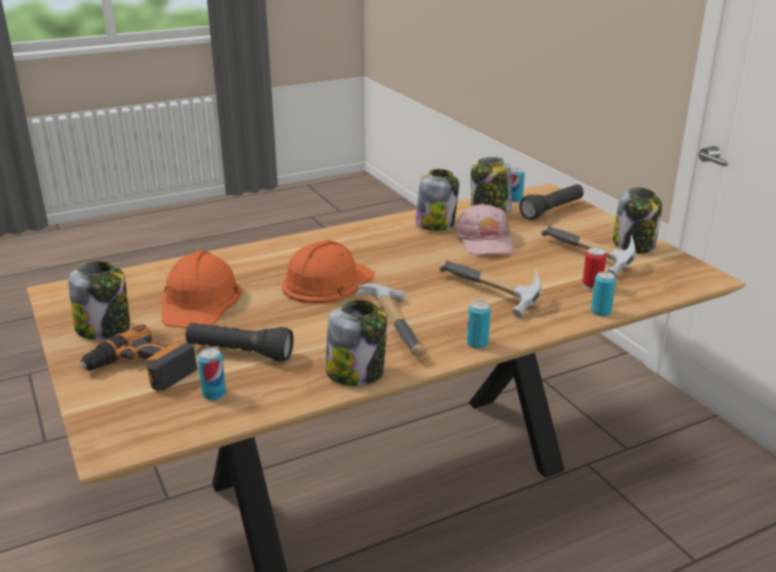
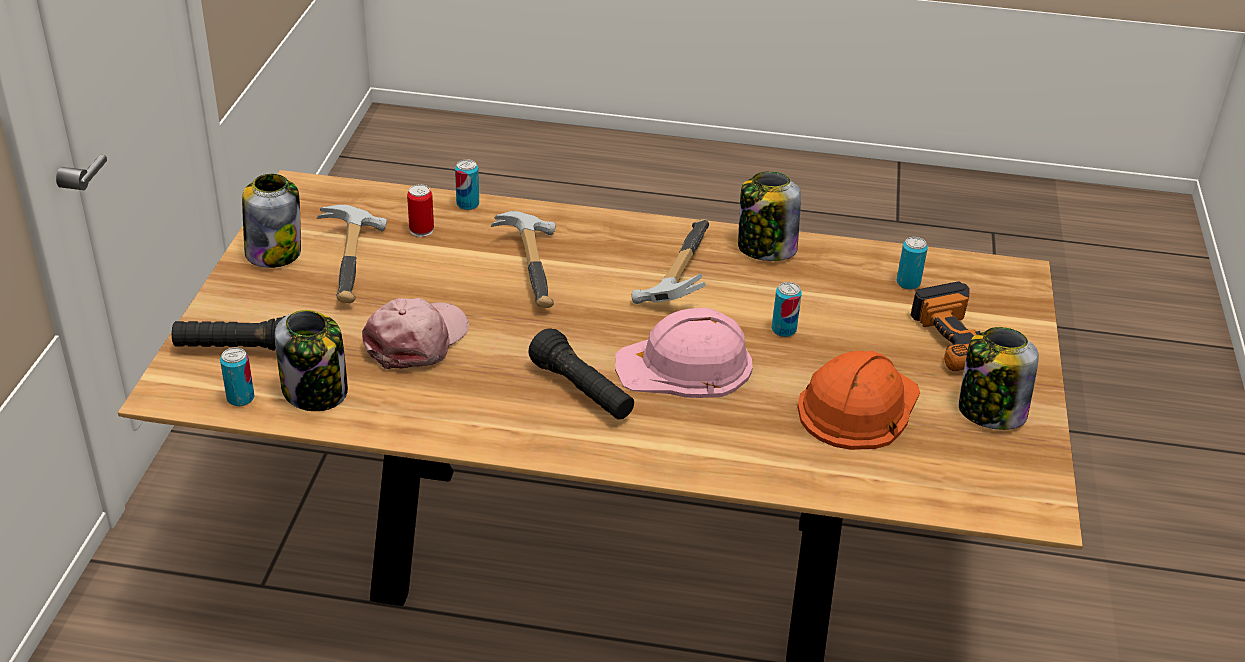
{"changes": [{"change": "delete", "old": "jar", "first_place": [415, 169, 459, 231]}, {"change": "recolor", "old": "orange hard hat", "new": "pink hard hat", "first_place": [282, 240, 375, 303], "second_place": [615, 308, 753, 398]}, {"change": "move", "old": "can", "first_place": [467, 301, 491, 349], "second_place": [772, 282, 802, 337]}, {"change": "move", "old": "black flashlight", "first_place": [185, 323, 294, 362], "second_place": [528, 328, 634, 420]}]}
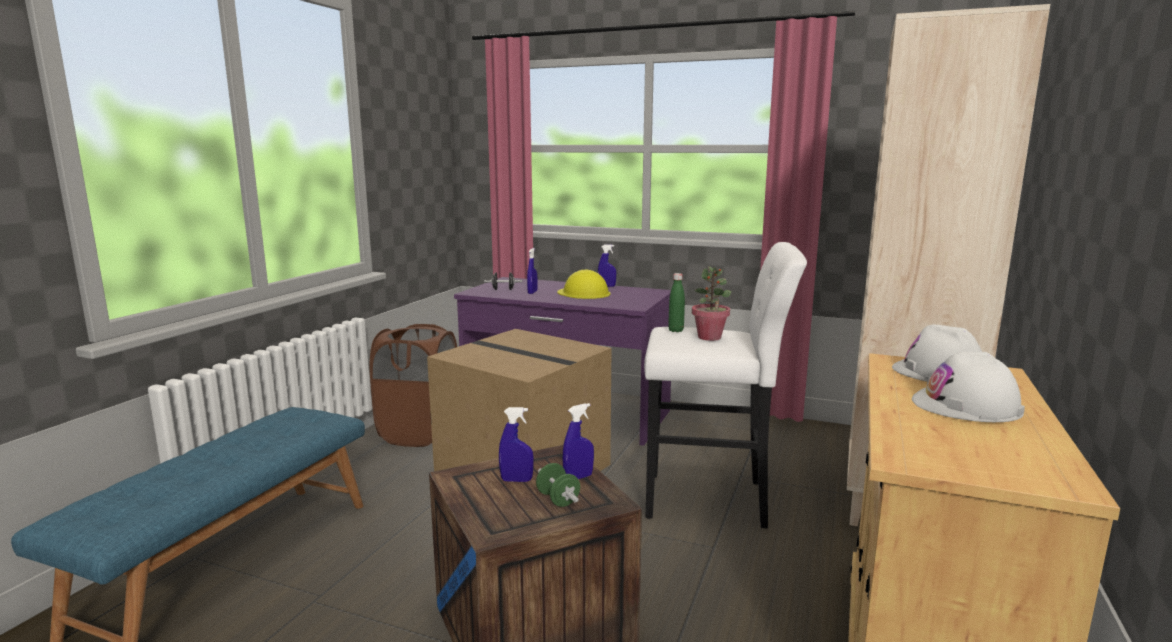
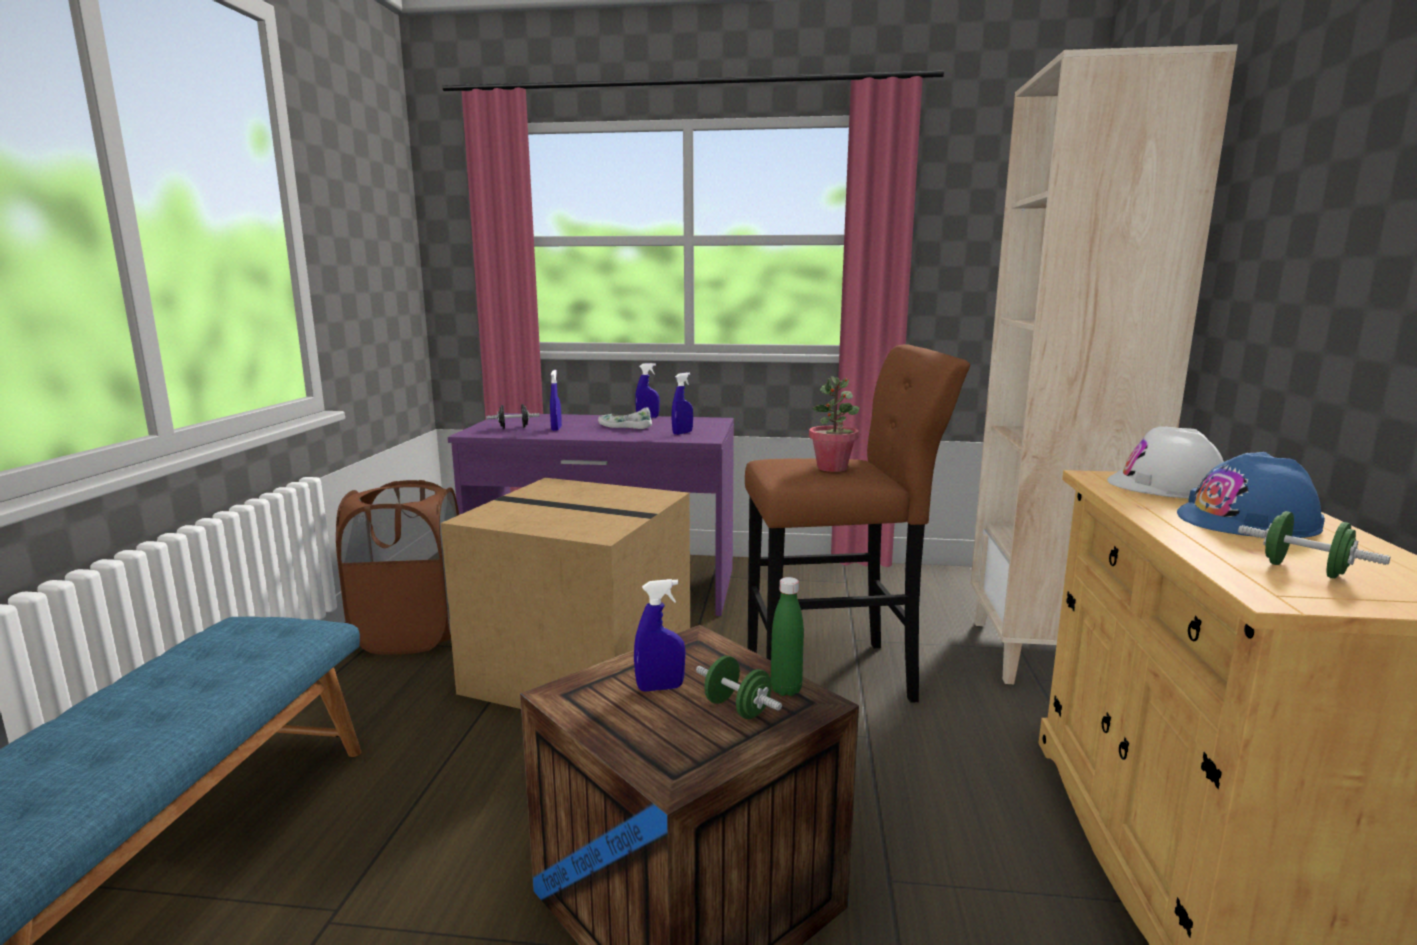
{"changes": [{"change": "recolor", "old": "white stool", "new": "brown stool", "first_place": [644, 242, 807, 529], "second_place": [745, 345, 970, 703]}, {"change": "replace", "old": "yellow hard hat", "new": "white shoe", "first_place": [557, 270, 610, 299], "second_place": [598, 407, 652, 429]}, {"change": "move", "old": "green bottle", "first_place": [668, 273, 685, 332], "second_place": [771, 577, 804, 696]}, {"change": "recolor", "old": "white hard hat", "new": "blue hard hat", "first_place": [912, 352, 1025, 422], "second_place": [1177, 452, 1325, 538]}, {"change": "move", "old": "blue spray bottle", "first_place": [563, 403, 594, 479], "second_place": [671, 372, 693, 435]}, {"change": "insert", "new": "green dumbbell", "second_place": [1238, 511, 1390, 578]}]}
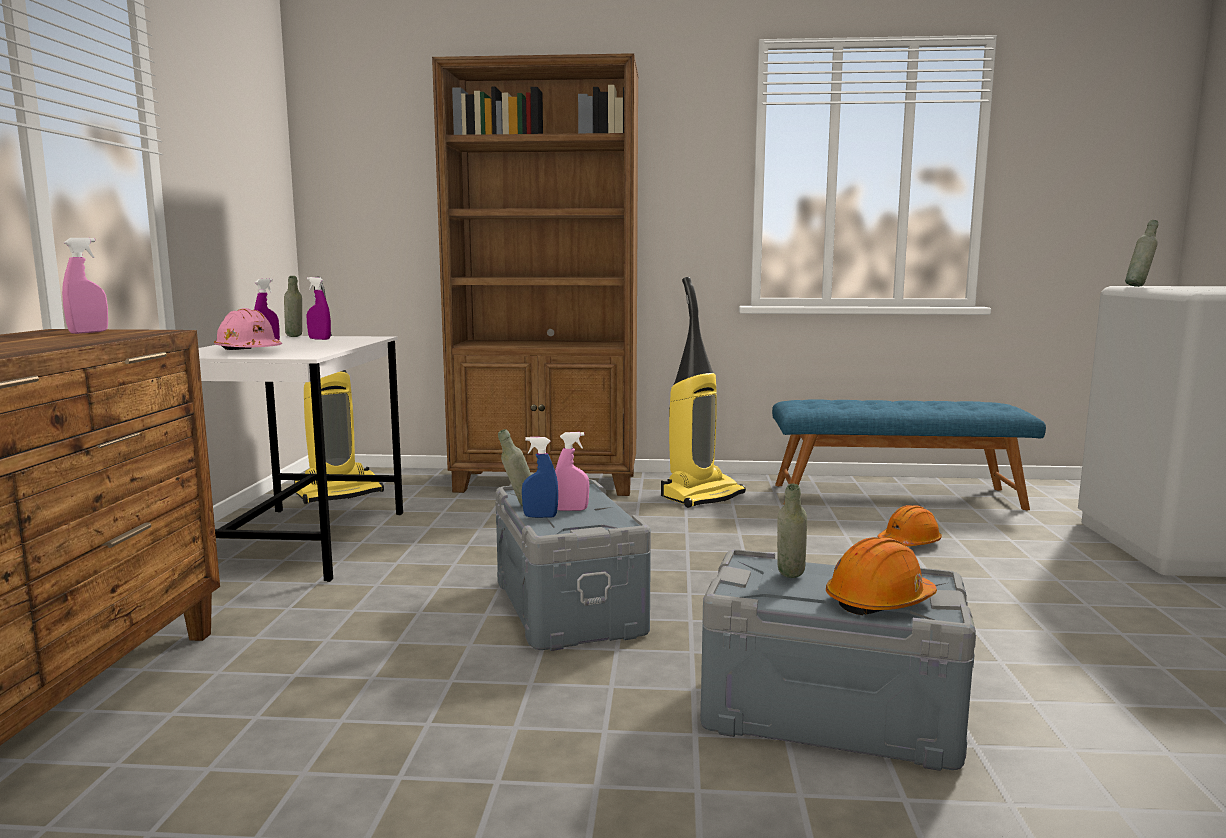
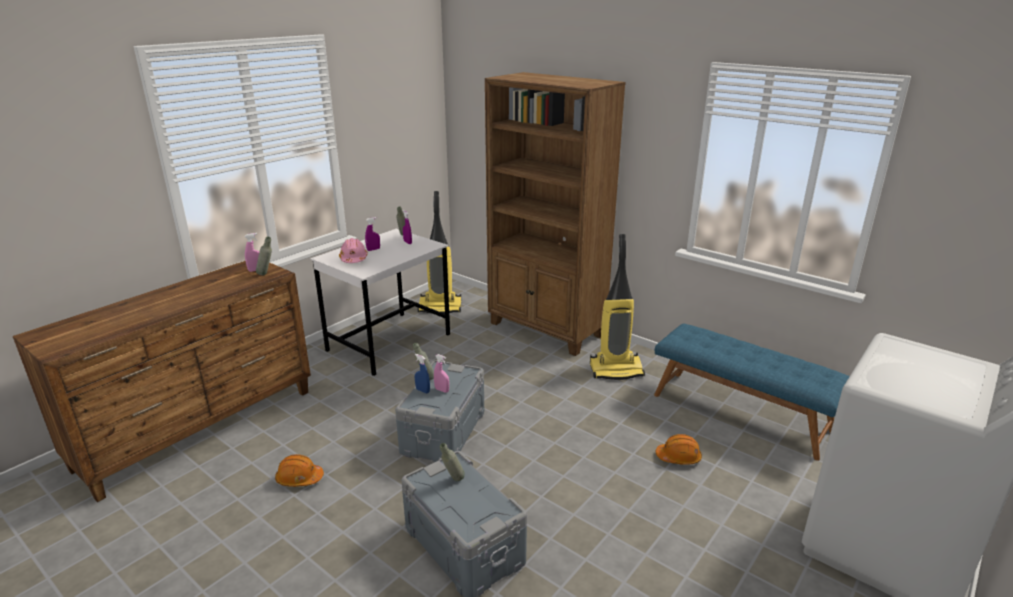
{"changes": [{"change": "move", "old": "grey bottle", "first_place": [1125, 220, 1158, 287], "second_place": [256, 237, 272, 275]}, {"change": "move", "old": "orange hard hat", "first_place": [826, 537, 937, 615], "second_place": [275, 454, 324, 487]}]}
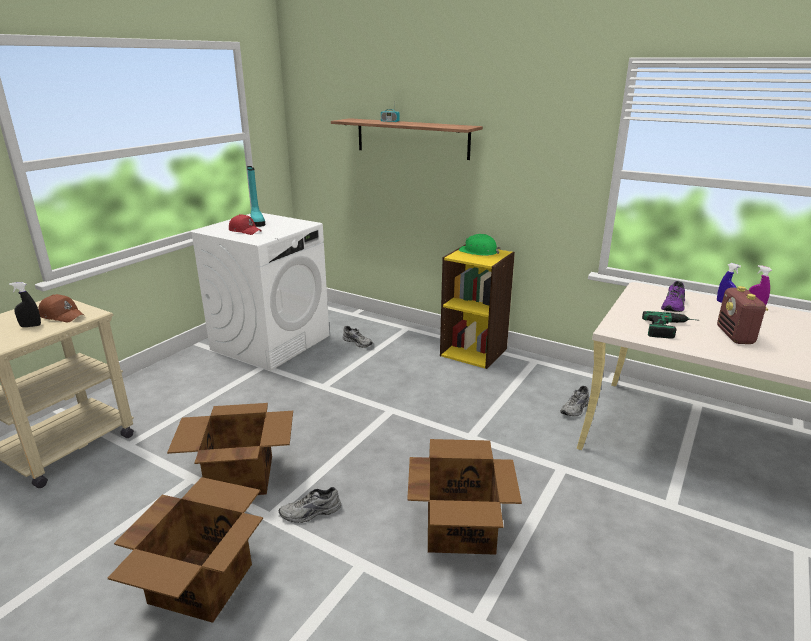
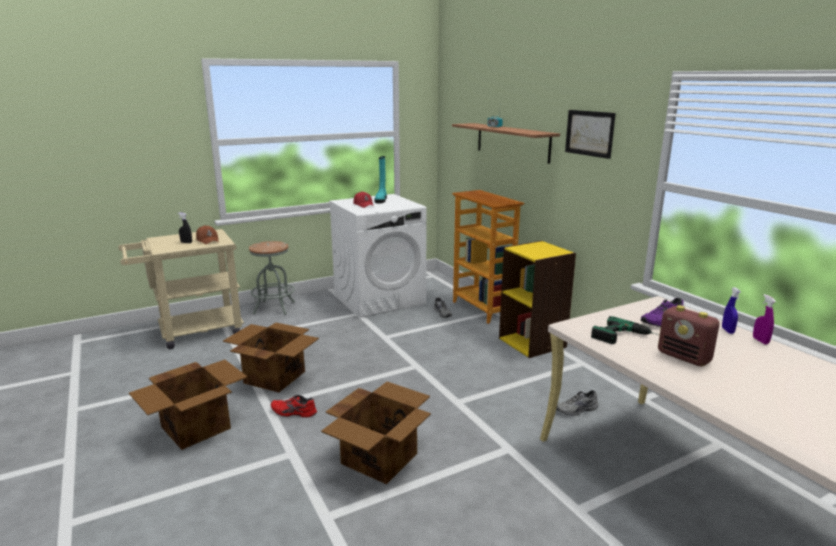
{"changes": [{"change": "delete", "old": "green hard hat", "first_place": [459, 234, 501, 256]}, {"change": "rotate", "old": "radio", "first_place": [717, 286, 768, 344], "second_place": [658, 305, 720, 366], "degrees": -75}, {"change": "recolor", "old": "grey shoe", "new": "red shoe", "first_place": [279, 487, 341, 523], "second_place": [271, 395, 317, 418]}, {"change": "insert", "new": "picture", "second_place": [565, 110, 616, 159]}, {"change": "insert", "new": "bookcase", "second_place": [452, 190, 524, 324]}, {"change": "insert", "new": "grey stool", "second_place": [249, 241, 295, 315]}]}
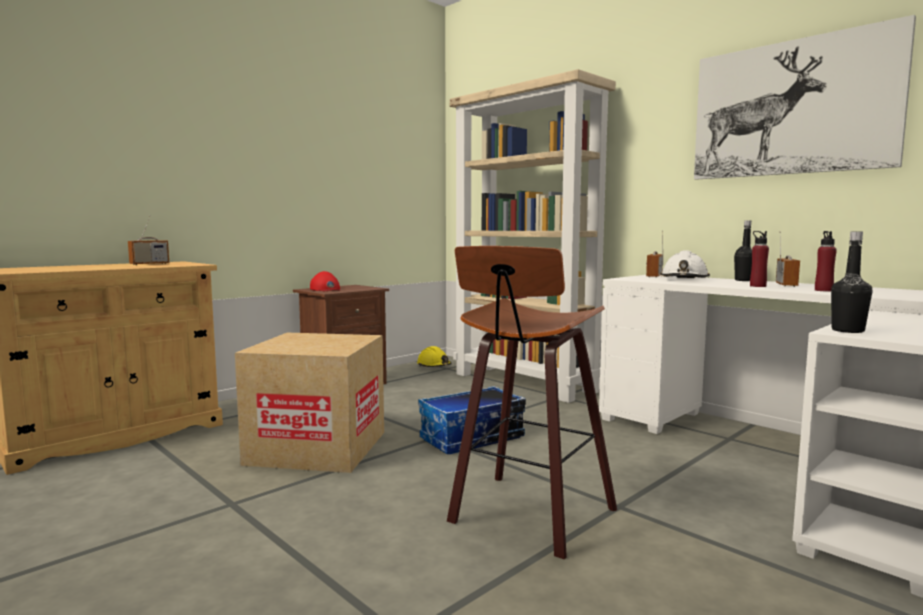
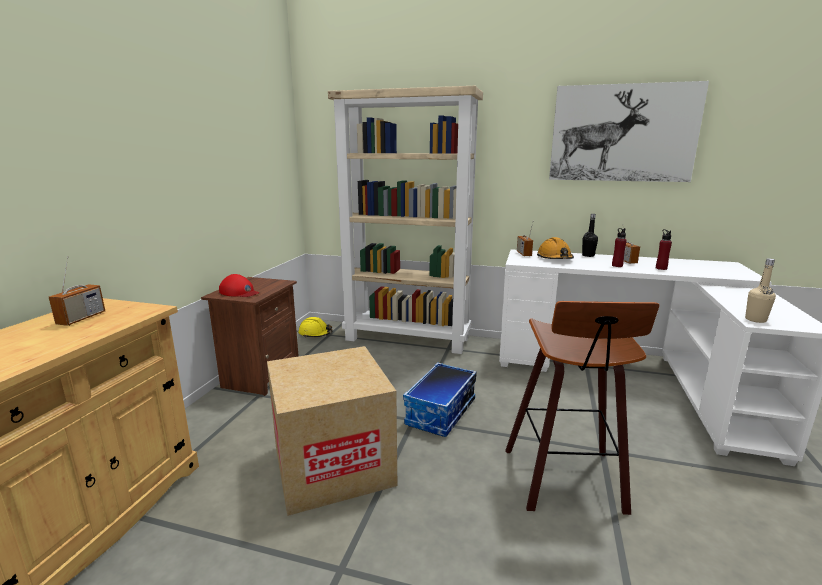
{"changes": [{"change": "recolor", "old": "black bottle", "new": "beige bottle", "first_place": [831, 232, 872, 333], "second_place": [745, 258, 776, 323]}, {"change": "recolor", "old": "white hard hat", "new": "orange hard hat", "first_place": [660, 250, 710, 278], "second_place": [537, 237, 574, 259]}]}
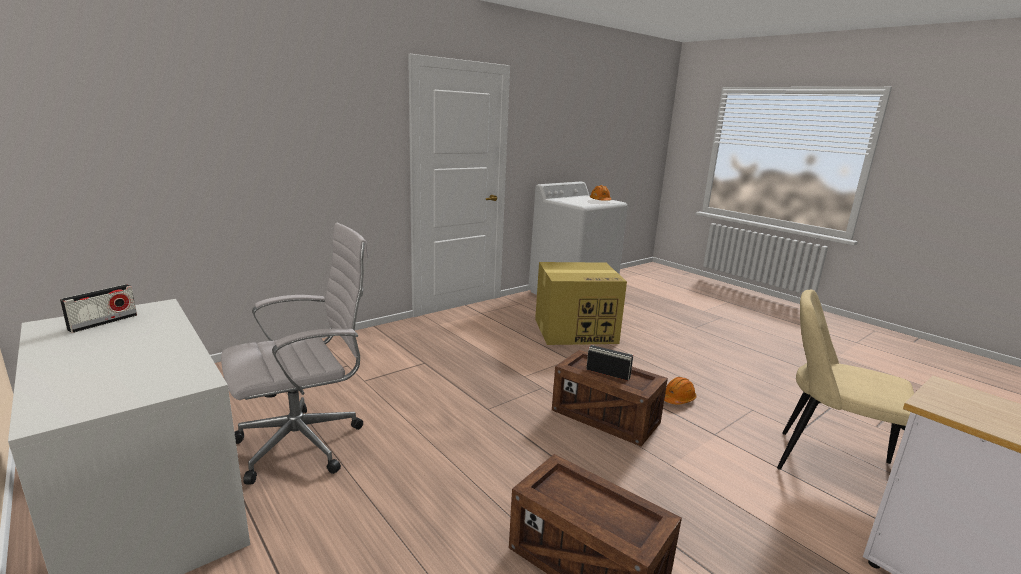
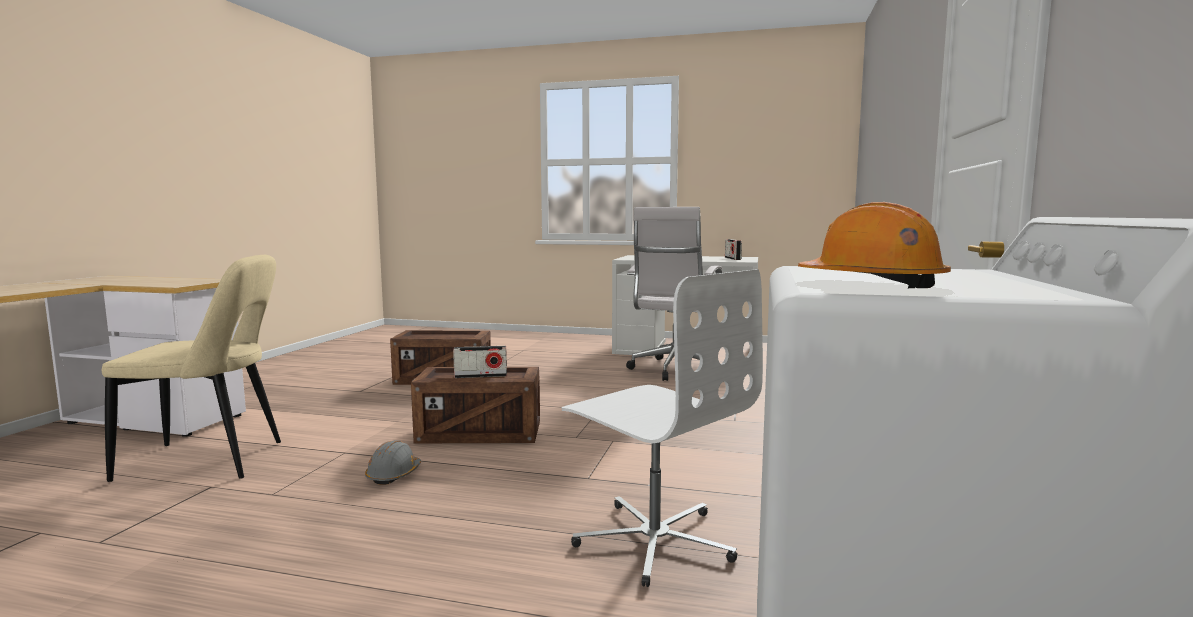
{"changes": [{"change": "replace", "old": "cardboard box", "new": "white office chair", "first_place": [535, 262, 627, 345], "second_place": [561, 269, 763, 587]}, {"change": "recolor", "old": "orange hard hat", "new": "grey hard hat", "first_place": [664, 377, 696, 405], "second_place": [365, 440, 421, 485]}]}
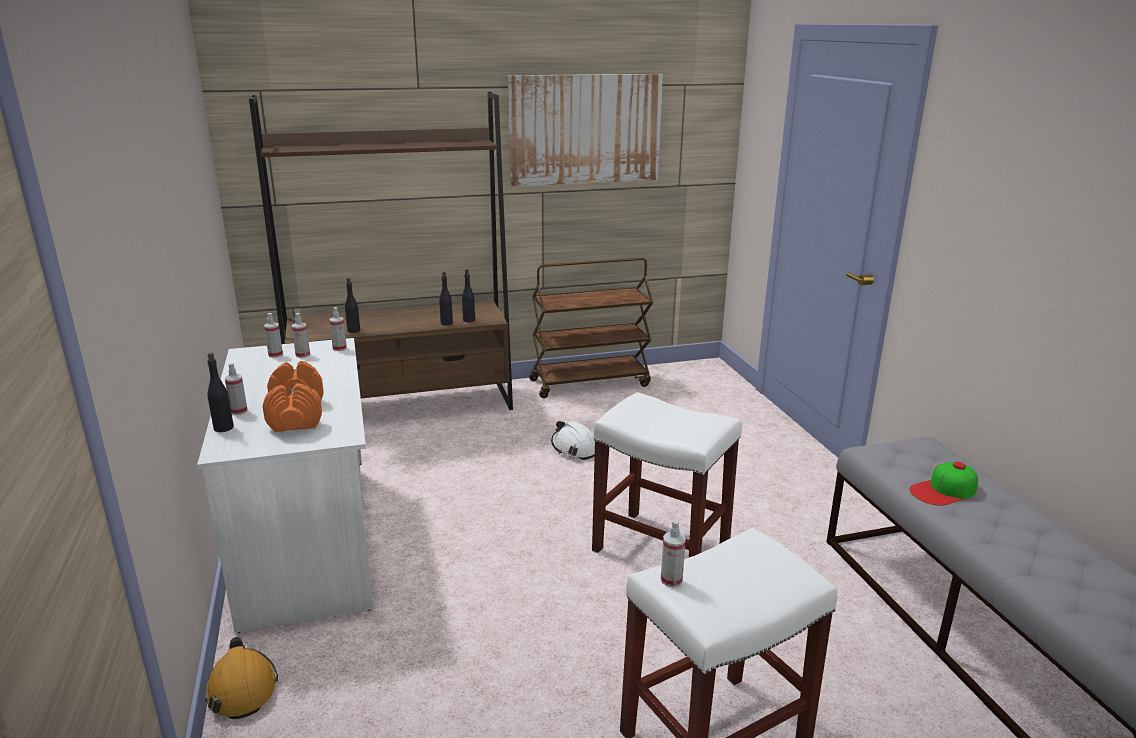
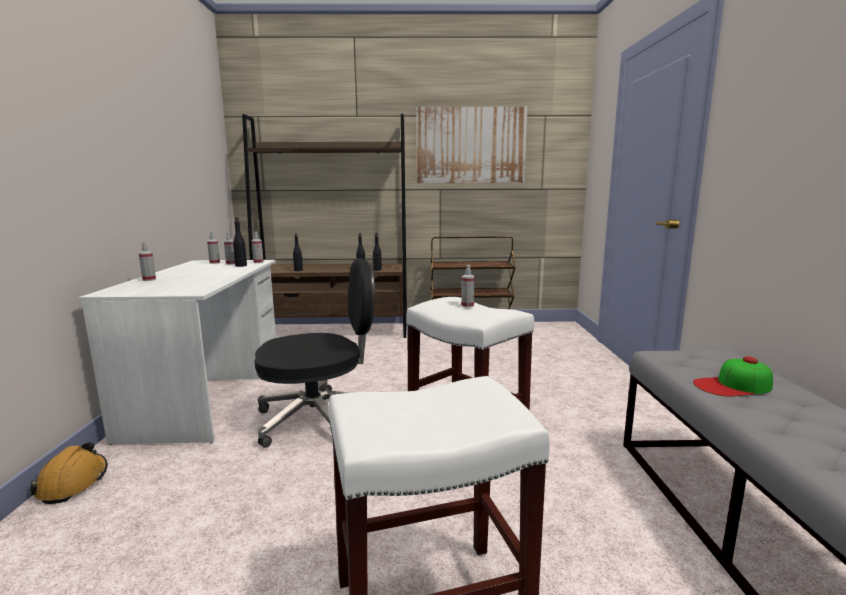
{"changes": [{"change": "move", "old": "black bottle", "first_place": [207, 353, 234, 432], "second_place": [233, 217, 247, 267]}, {"change": "delete", "old": "orange dumbbell", "first_place": [263, 361, 324, 432]}, {"change": "delete", "old": "white hard hat", "first_place": [551, 421, 595, 460]}, {"change": "move", "old": "spray bottle", "first_place": [661, 520, 686, 587], "second_place": [461, 265, 475, 307]}, {"change": "insert", "new": "black office chair", "second_place": [254, 258, 375, 448]}]}
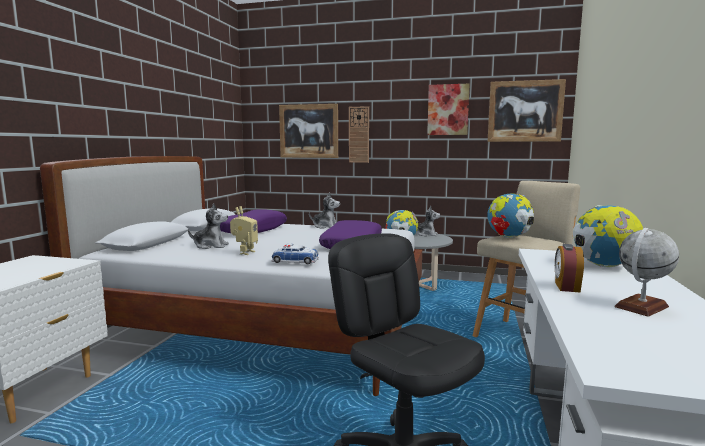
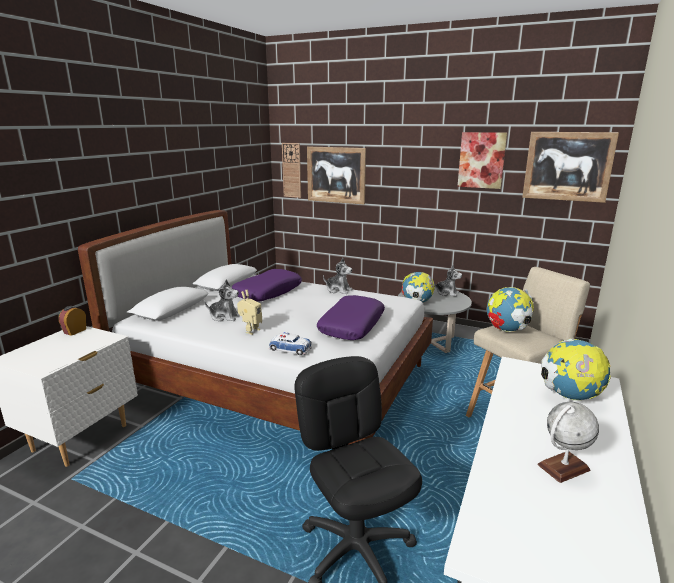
{"changes": [{"change": "move", "old": "wall clock", "first_place": [349, 106, 369, 163], "second_place": [282, 143, 301, 198]}, {"change": "move", "old": "alarm clock", "first_place": [555, 244, 584, 293], "second_place": [59, 306, 86, 336]}]}
